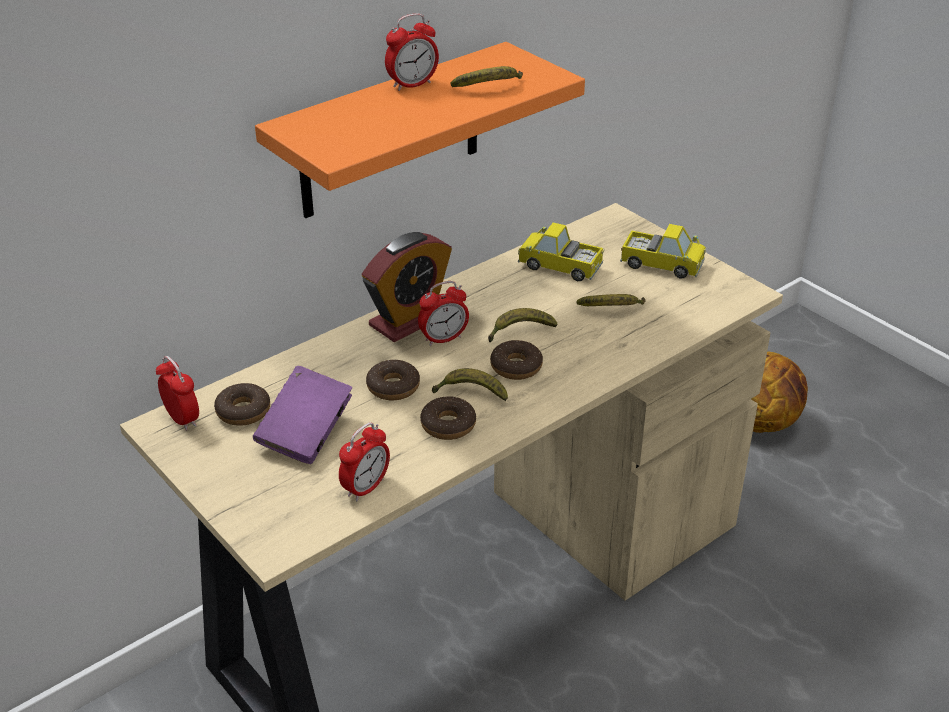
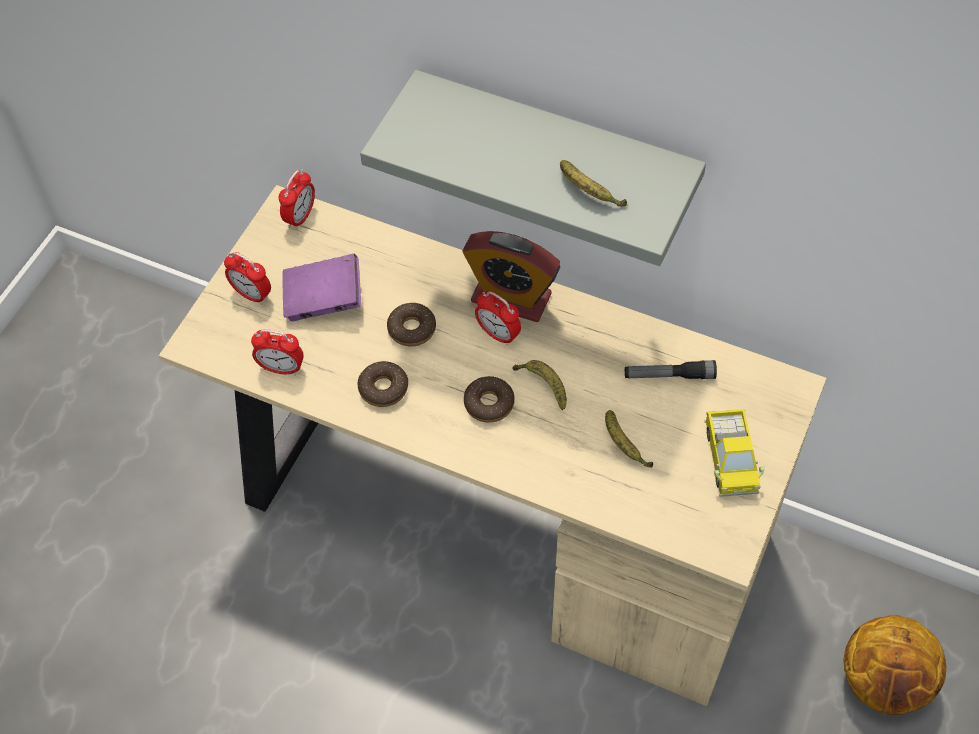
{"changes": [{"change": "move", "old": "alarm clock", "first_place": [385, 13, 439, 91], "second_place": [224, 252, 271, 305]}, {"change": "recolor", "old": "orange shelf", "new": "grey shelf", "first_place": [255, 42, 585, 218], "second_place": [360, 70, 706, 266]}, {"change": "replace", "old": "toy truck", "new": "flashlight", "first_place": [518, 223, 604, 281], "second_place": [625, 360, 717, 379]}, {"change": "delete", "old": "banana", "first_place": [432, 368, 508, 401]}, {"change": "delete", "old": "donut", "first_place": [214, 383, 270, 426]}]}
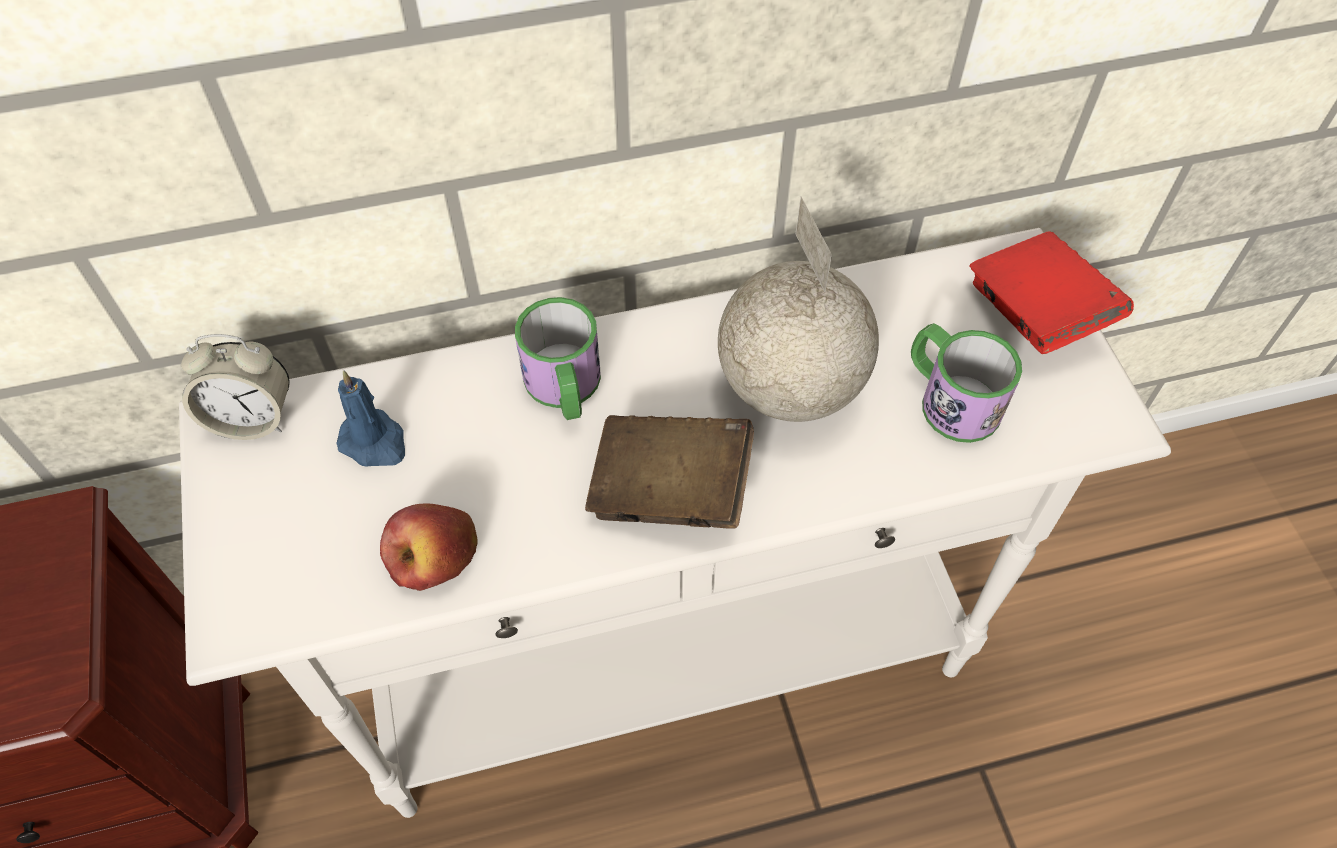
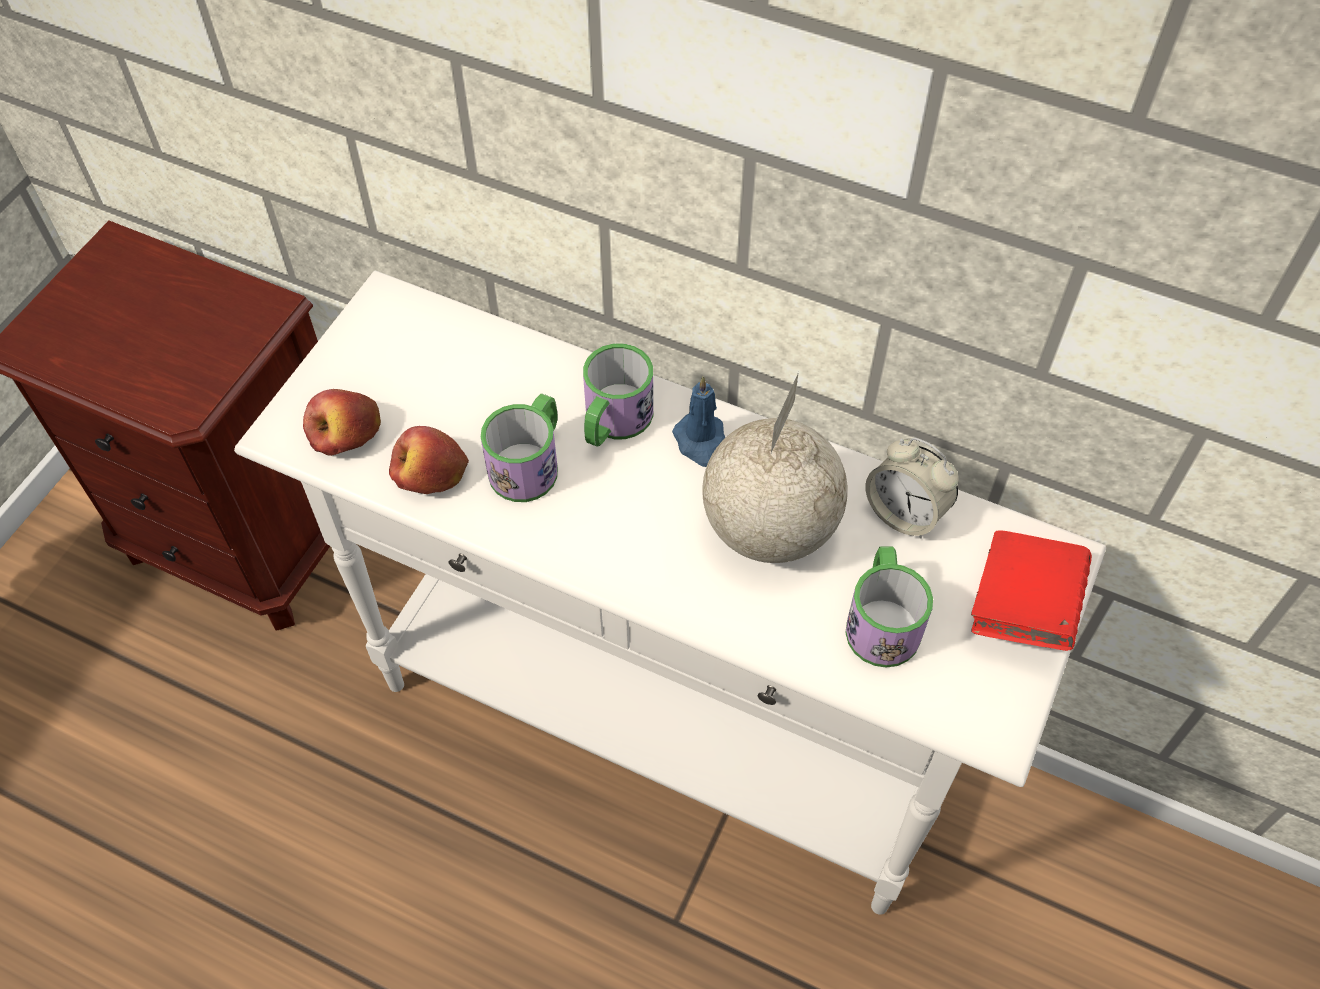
{"changes": [{"change": "move", "old": "alarm clock", "first_place": [181, 334, 290, 440], "second_place": [865, 437, 959, 539]}, {"change": "move", "old": "blue candle", "first_place": [337, 370, 405, 467], "second_place": [672, 376, 725, 467]}, {"change": "delete", "old": "brown book", "first_place": [585, 415, 754, 529]}, {"change": "insert", "new": "apple", "second_place": [303, 389, 381, 456]}, {"change": "insert", "new": "mug", "second_place": [481, 393, 558, 502]}]}
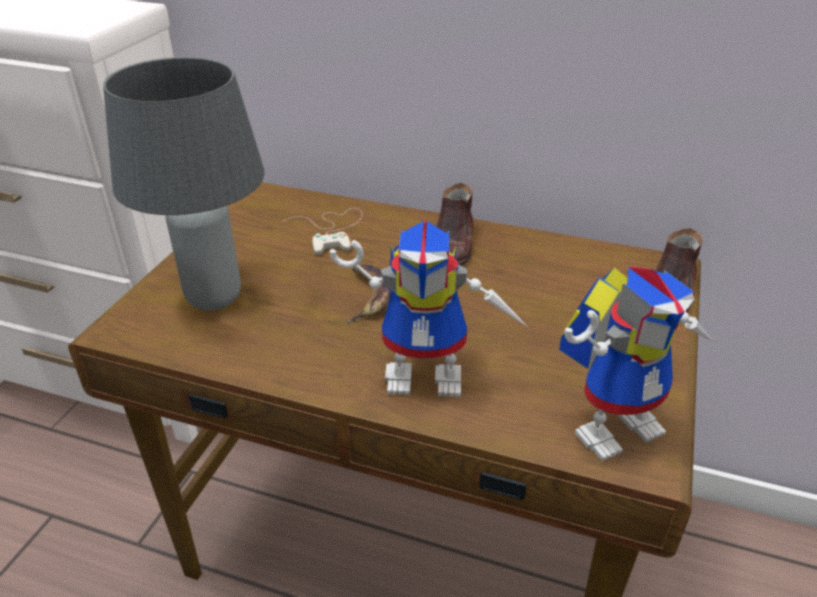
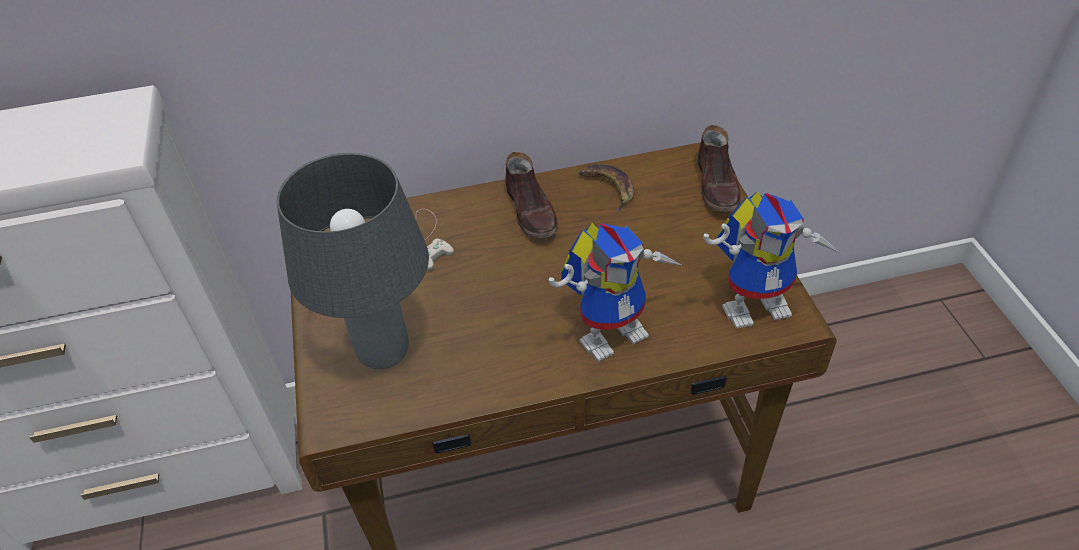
{"changes": [{"change": "move", "old": "banana", "first_place": [347, 264, 391, 323], "second_place": [579, 164, 634, 213]}, {"change": "rotate", "old": "toy robot", "first_place": [559, 266, 715, 461], "second_place": [703, 191, 840, 329], "degrees": 45}]}
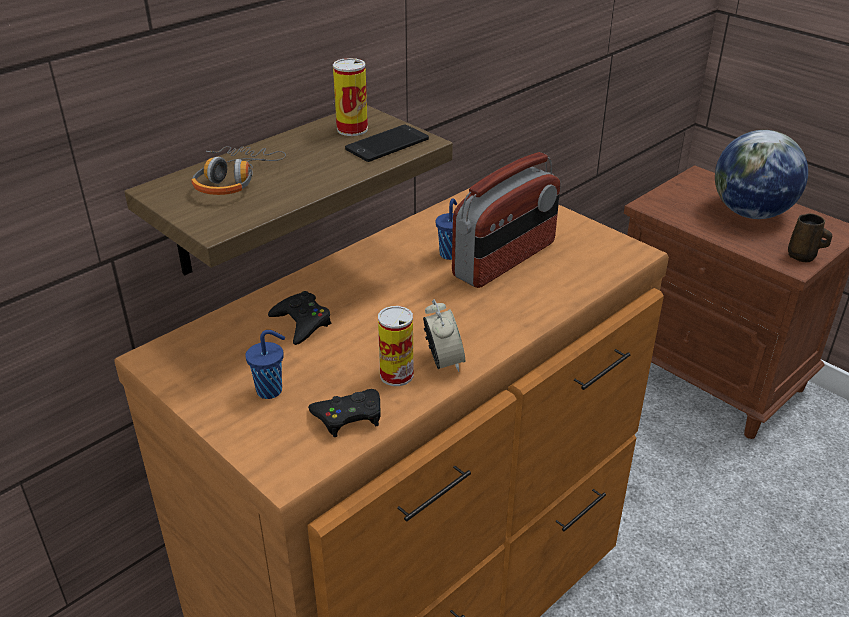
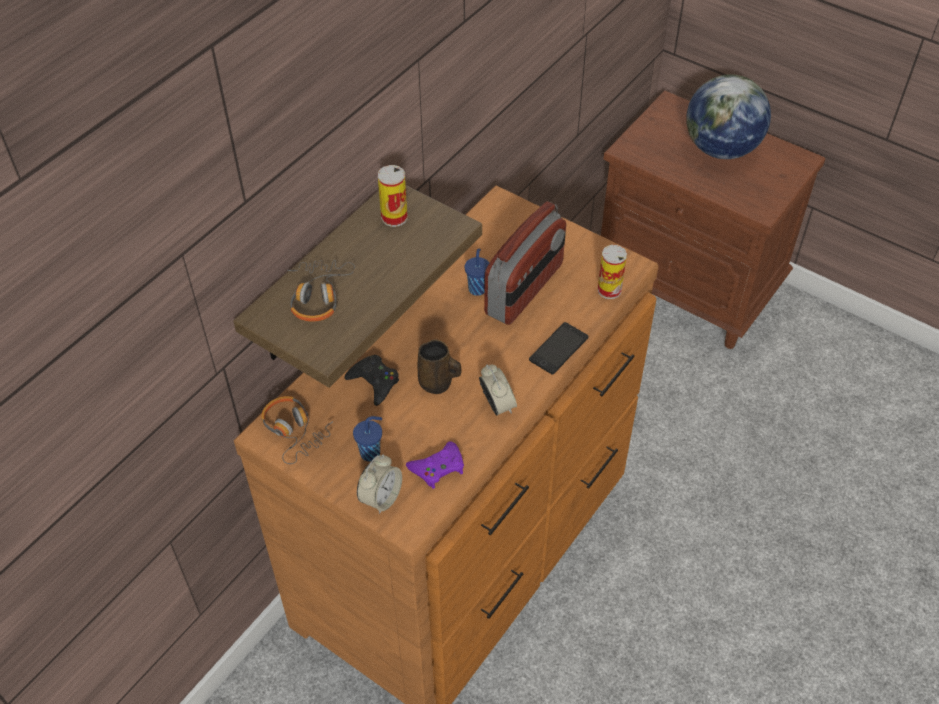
{"changes": [{"change": "move", "old": "phone", "first_place": [345, 125, 429, 162], "second_place": [529, 322, 589, 375]}, {"change": "move", "old": "brown mug", "first_place": [788, 213, 832, 262], "second_place": [417, 339, 461, 394]}, {"change": "move", "old": "can", "first_place": [378, 306, 414, 386], "second_place": [598, 245, 627, 299]}, {"change": "recolor", "old": "black game controller", "new": "purple game controller", "first_place": [308, 389, 381, 437], "second_place": [406, 441, 464, 489]}, {"change": "insert", "new": "headphones", "second_place": [261, 396, 333, 464]}, {"change": "insert", "new": "alarm clock", "second_place": [357, 454, 402, 514]}]}
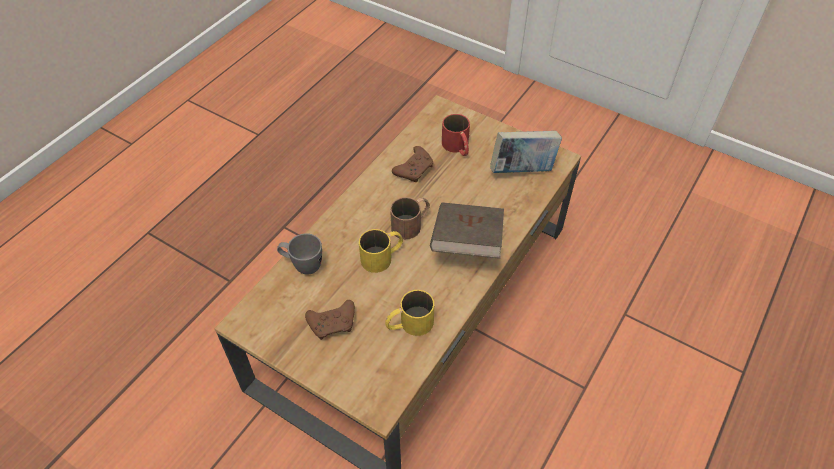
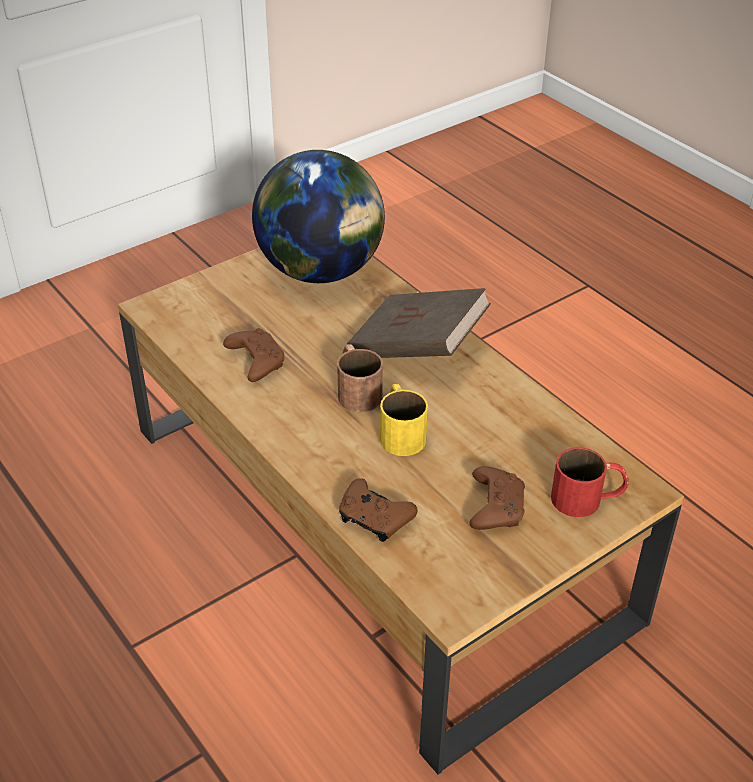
{"changes": [{"change": "move", "old": "red mug", "first_place": [442, 114, 470, 156], "second_place": [551, 447, 629, 517]}, {"change": "replace", "old": "book", "new": "globe", "first_place": [490, 131, 562, 173], "second_place": [252, 150, 385, 283]}, {"change": "replace", "old": "grey mug", "new": "brown game controller", "first_place": [277, 233, 322, 275], "second_place": [339, 478, 418, 542]}, {"change": "delete", "old": "yellow mug", "first_place": [385, 290, 434, 336]}]}
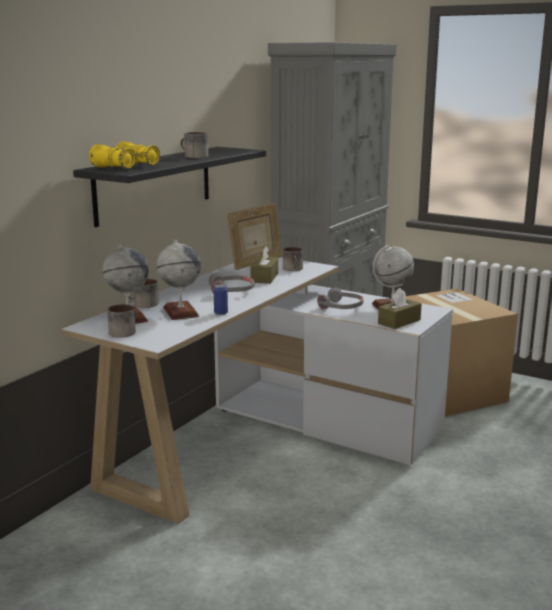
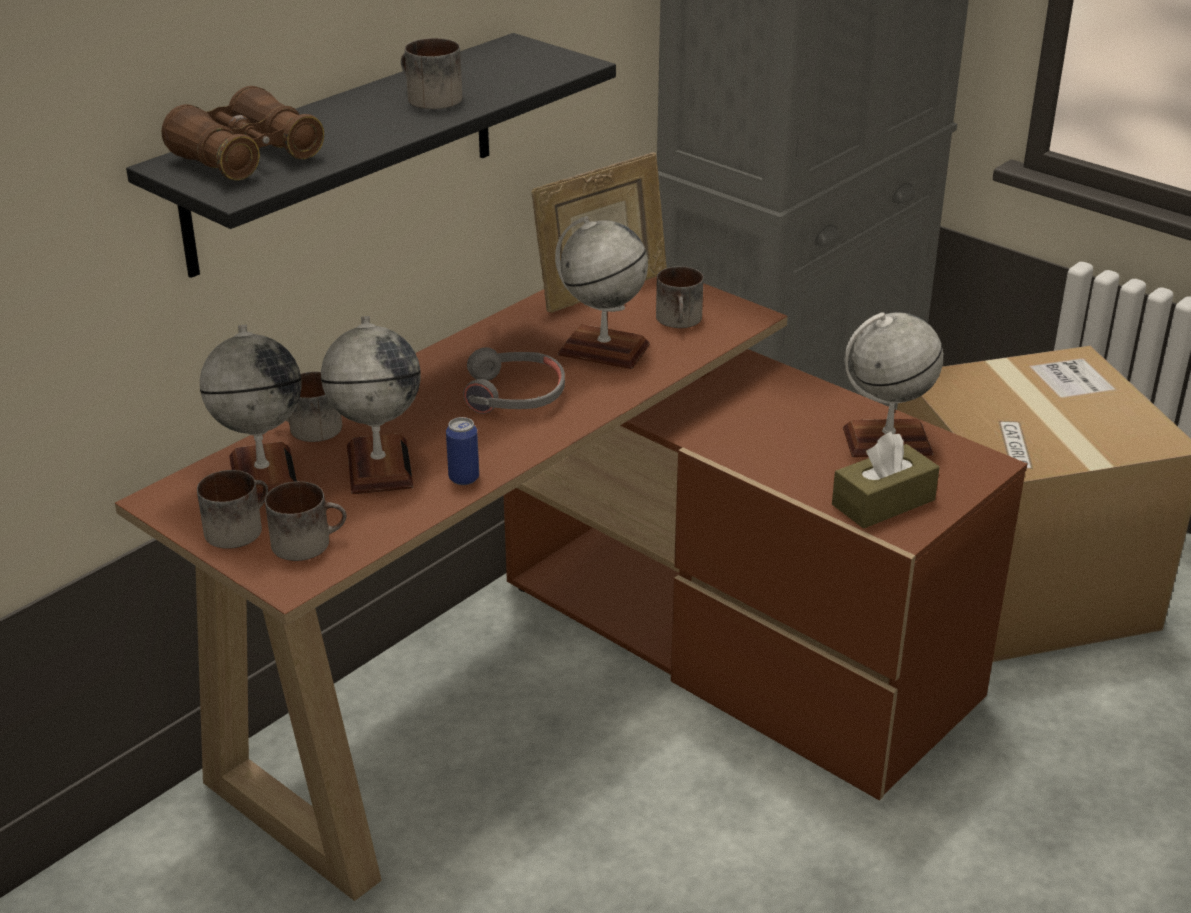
{"changes": [{"change": "recolor", "old": "yellow binoculars", "new": "brown binoculars", "first_place": [89, 141, 160, 169], "second_place": [162, 86, 324, 180]}, {"change": "replace", "old": "brown tissue box", "new": "globe", "first_place": [250, 246, 278, 284], "second_place": [555, 216, 650, 369]}, {"change": "recolor", "old": "white desk", "new": "brown desk", "first_place": [62, 257, 453, 524], "second_place": [115, 277, 1027, 901]}, {"change": "delete", "old": "grey headphones", "first_place": [317, 288, 364, 310]}, {"change": "insert", "new": "mug", "second_place": [265, 481, 347, 561]}]}
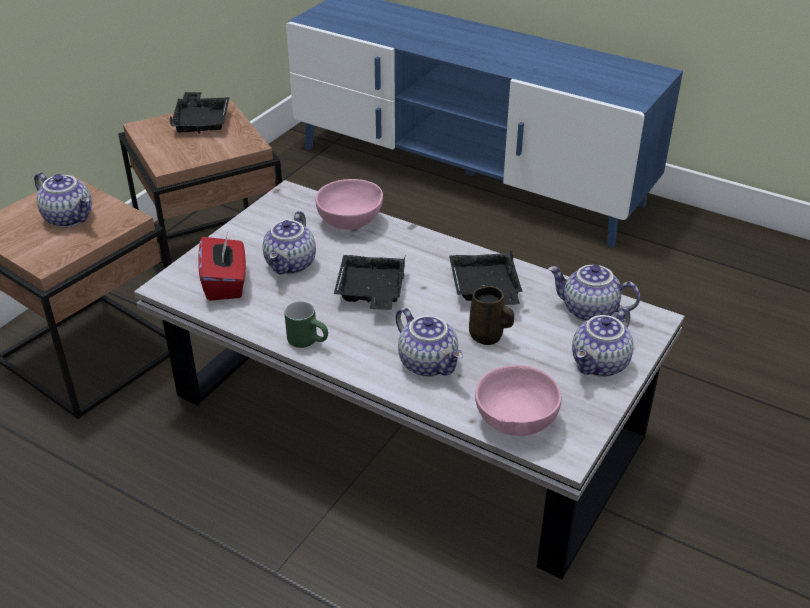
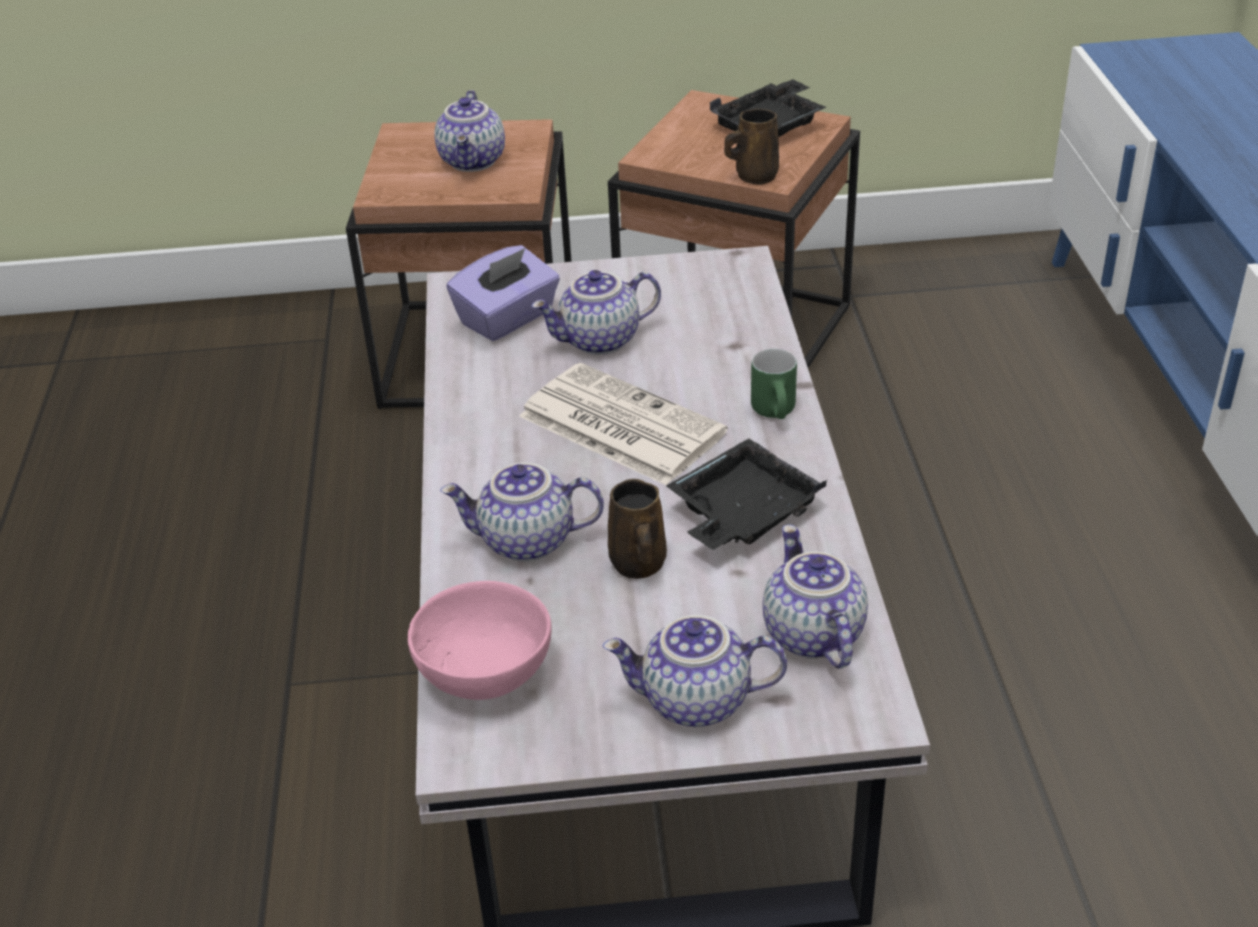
{"changes": [{"change": "delete", "old": "pink bowl", "first_place": [315, 179, 383, 230]}, {"change": "recolor", "old": "red tissue box", "new": "purple tissue box", "first_place": [198, 233, 246, 301], "second_place": [446, 245, 560, 341]}, {"change": "replace", "old": "black tray", "new": "newspaper", "first_place": [334, 254, 406, 310], "second_place": [519, 363, 728, 485]}, {"change": "move", "old": "green mug", "first_place": [285, 301, 328, 348], "second_place": [751, 349, 797, 419]}, {"change": "rotate", "old": "teapot", "first_place": [396, 308, 463, 377], "second_place": [440, 463, 604, 562], "degrees": 75}, {"change": "insert", "new": "brown mug", "second_place": [724, 109, 779, 185]}]}
